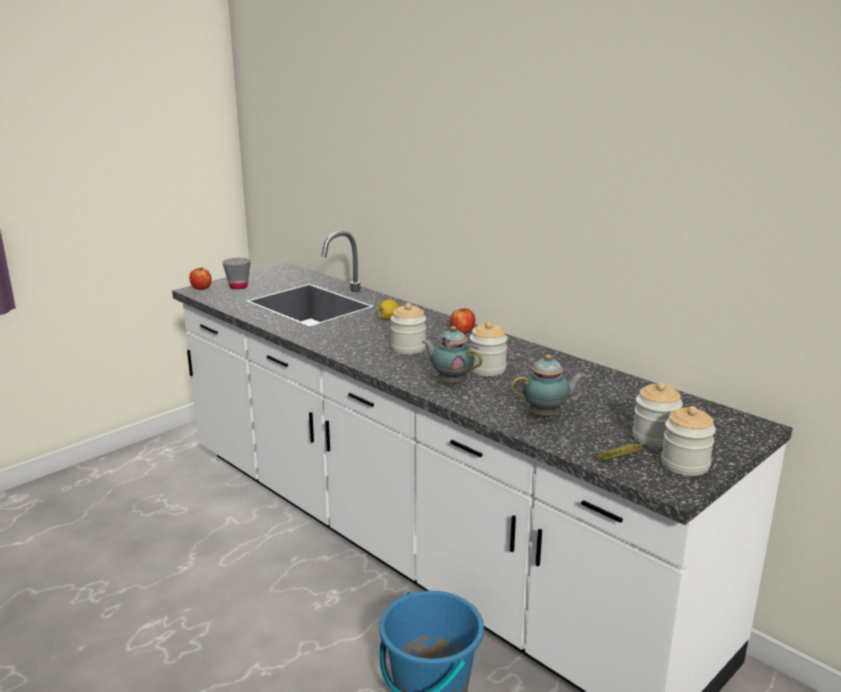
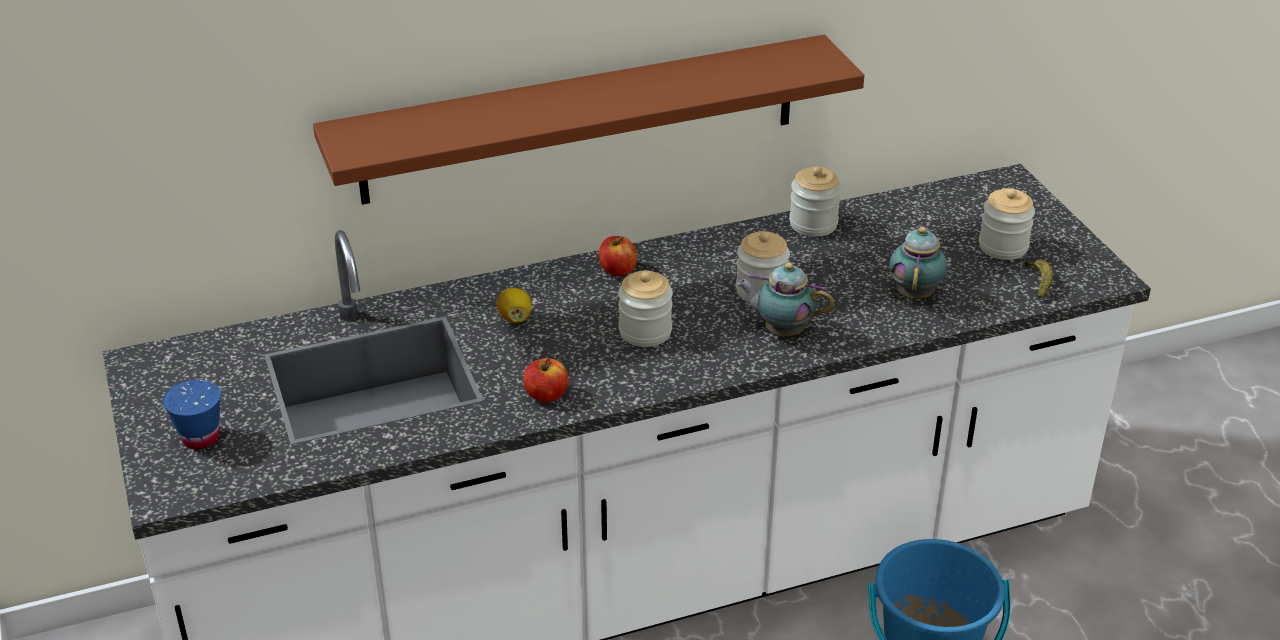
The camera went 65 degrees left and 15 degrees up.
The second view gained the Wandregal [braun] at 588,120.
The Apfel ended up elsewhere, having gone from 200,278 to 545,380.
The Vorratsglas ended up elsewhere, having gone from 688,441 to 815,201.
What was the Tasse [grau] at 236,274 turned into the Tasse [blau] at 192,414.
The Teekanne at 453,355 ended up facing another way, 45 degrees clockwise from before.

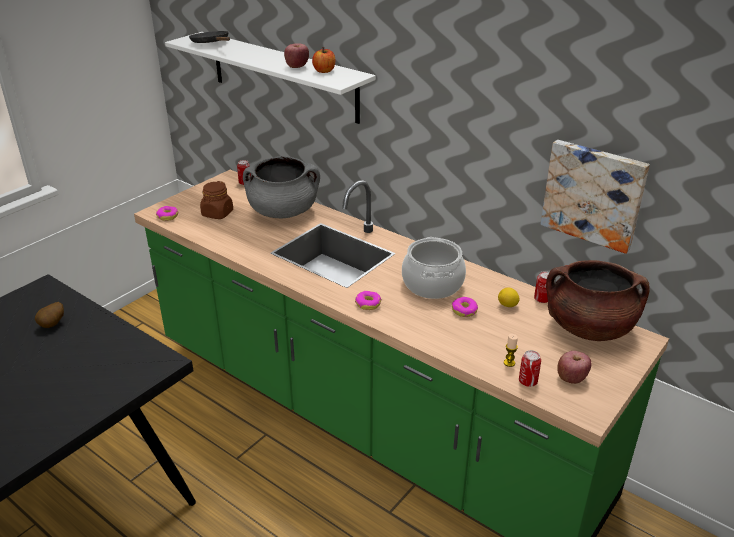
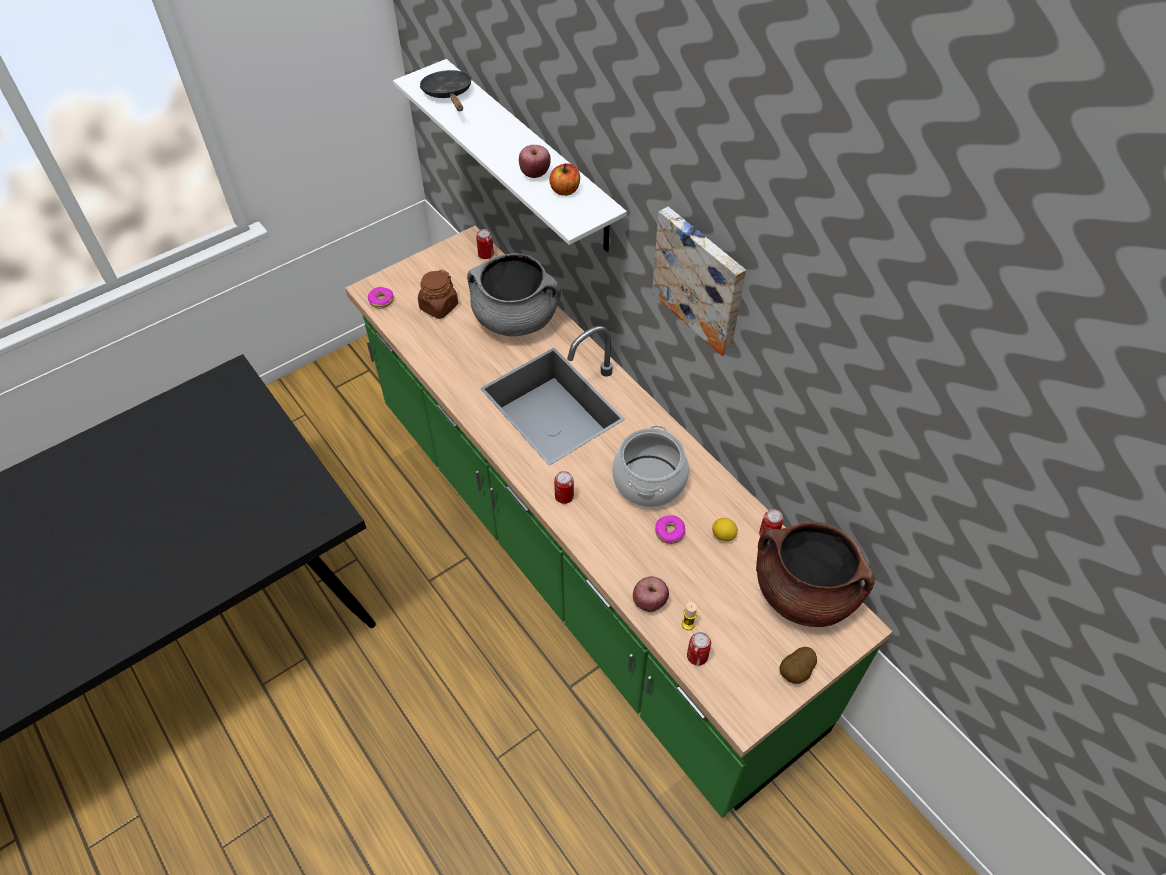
The camera went 15 degrees right and 20 degrees up.
The Kartoffel ended up elsewhere, having gone from 49,315 to 798,665.
The Bild ended up elsewhere, having gone from 595,197 to 699,281.
The Apfel ended up elsewhere, having gone from 574,367 to 651,594.
Where the Donut stood at 368,300, the Dose came to stand at 564,487.

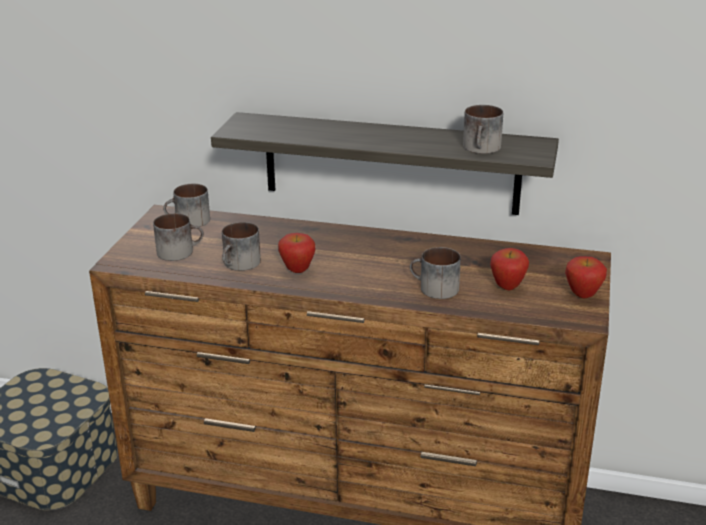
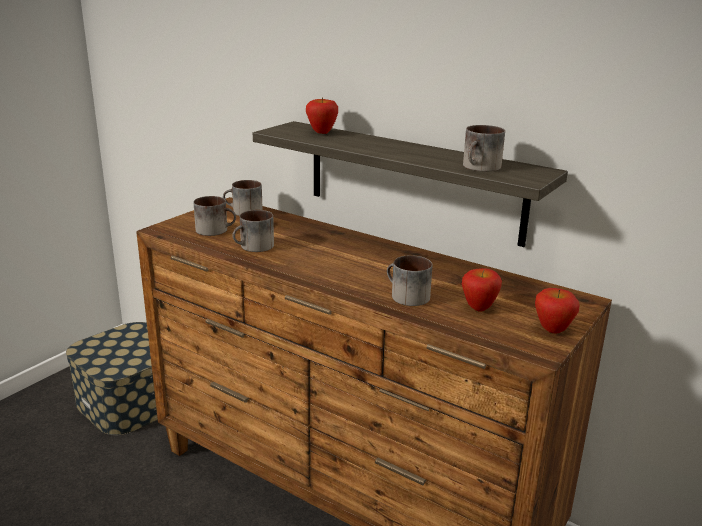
The camera went 20 degrees right and 5 degrees down.
The Apfel ended up elsewhere, having gone from 297,253 to 322,115.

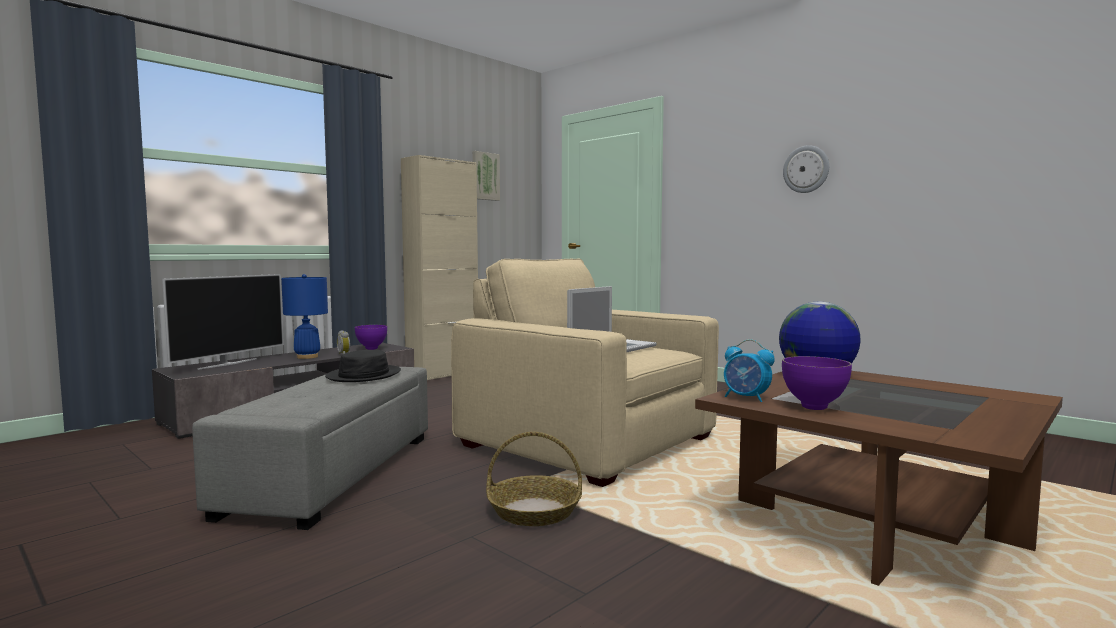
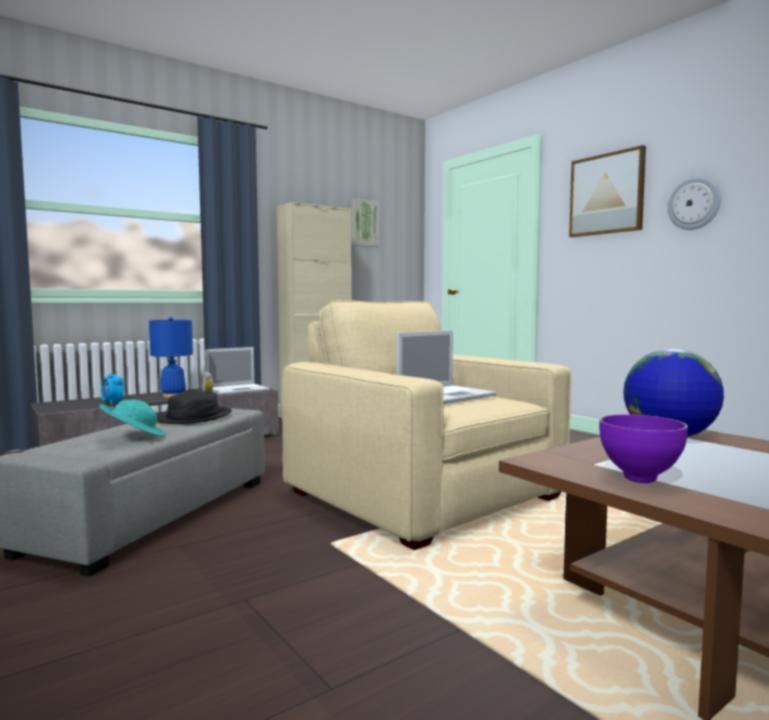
The camera went 10 degrees right and 0 degrees up.
The second view lost the Fernseher at 223,322.
The second view lost the Korb at 534,479.
The second view gained the Hut [türkis] at 132,417.
The second view gained the Bild at 607,191.
The Wecker ended up elsewhere, having gone from 749,370 to 112,387.
Where the Schüssel [lila] stood at 371,337, the Laptop came to stand at 237,371.

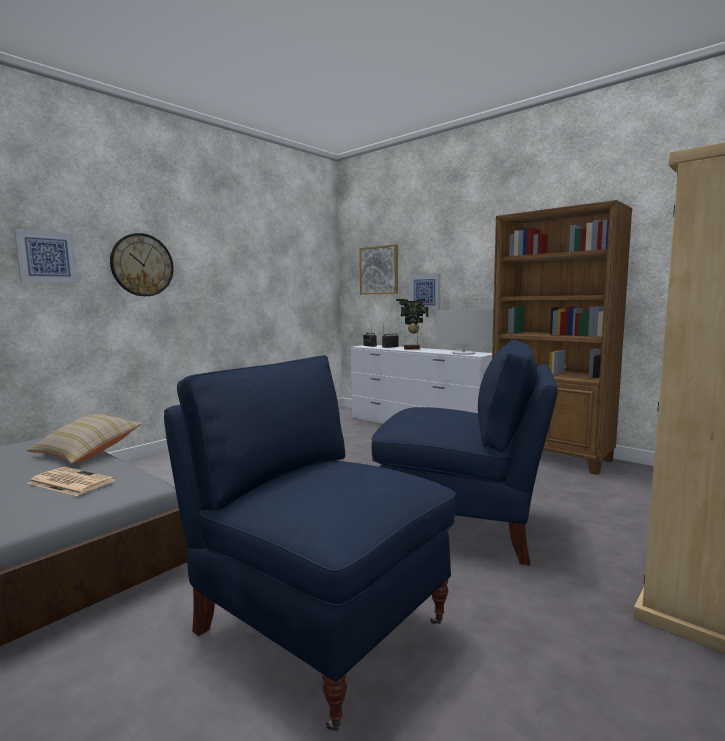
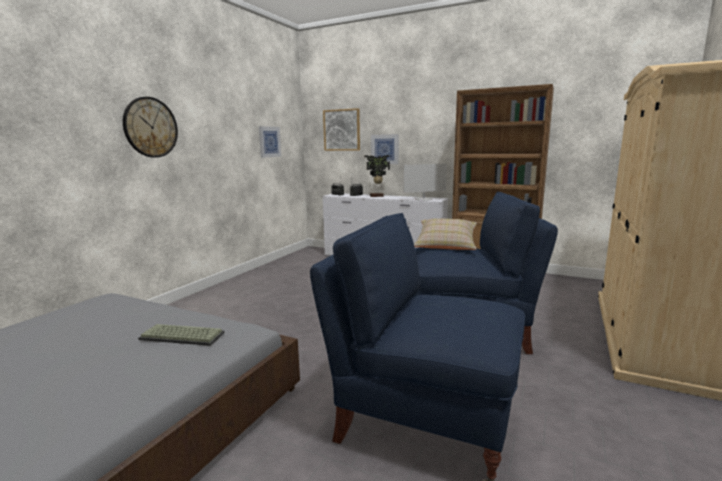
The camera went 15 degrees left and 5 degrees up.
The Bild ended up elsewhere, having gone from 46,256 to 270,142.
The Kissen [beige] ended up elsewhere, having gone from 84,439 to 445,234.
Where the Zeitung stood at 71,481, the Tastatur came to stand at 181,335.

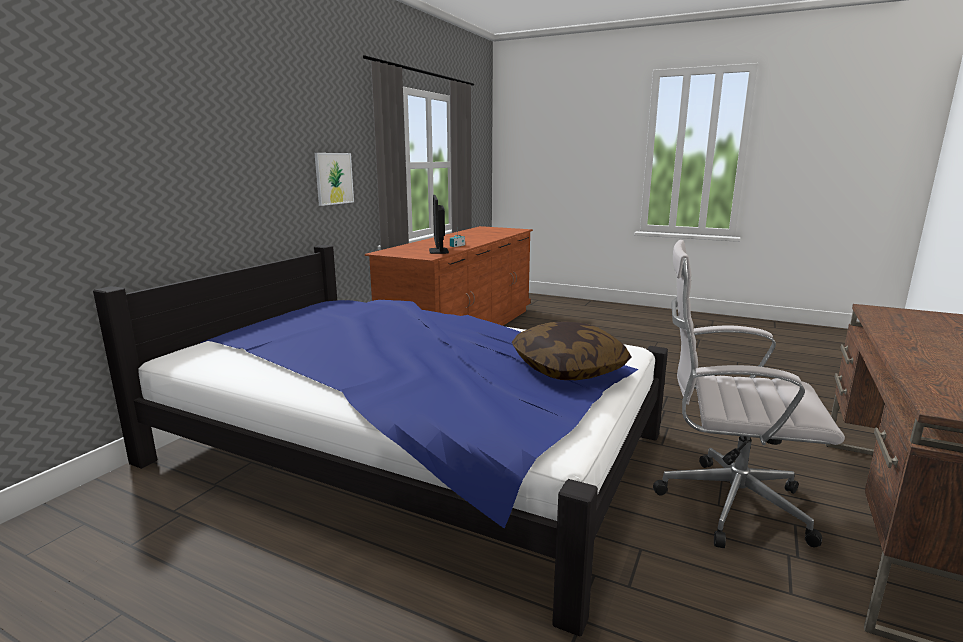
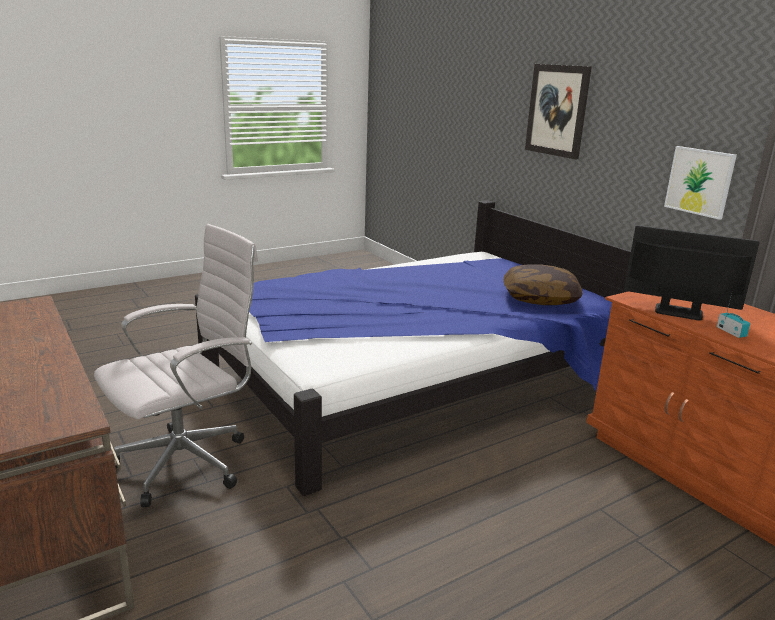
The camera went 120 degrees right and 5 degrees up.
The second view gained the Bild at 558,111.
The Kissen ended up elsewhere, having gone from 572,350 to 543,284.

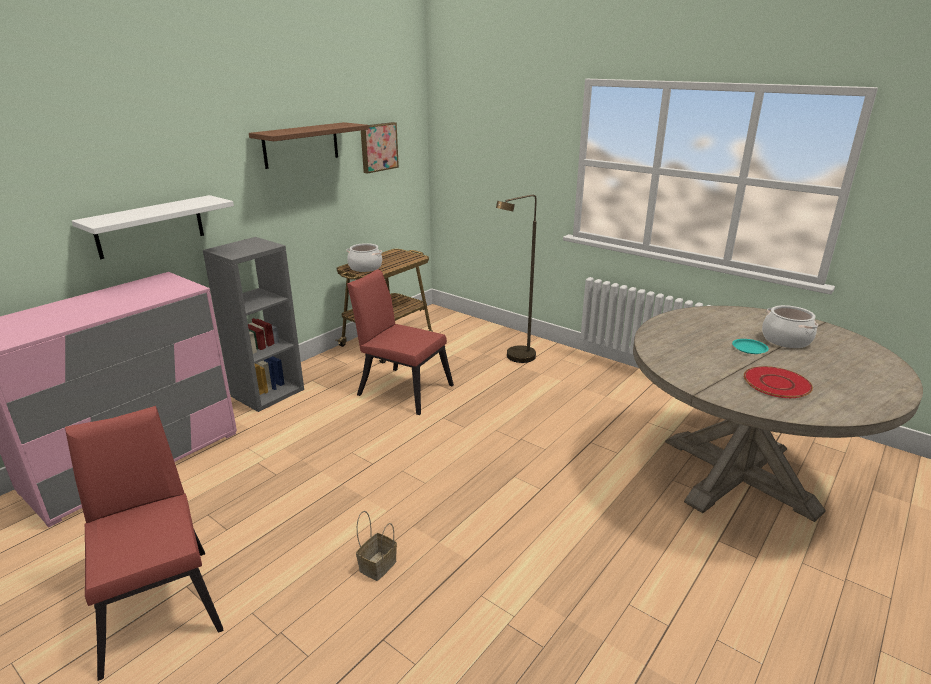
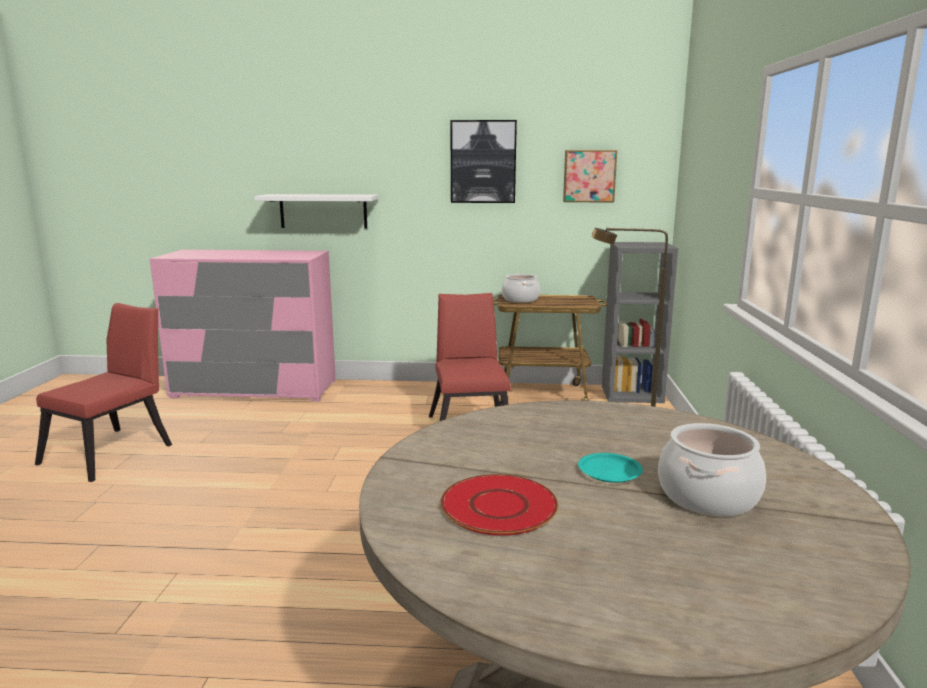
The camera went 55 degrees right and 10 degrees down.
The second view lost the Korb at 376,546.
The Bücherregal [grau] ended up elsewhere, having gone from 253,324 to 640,322.
Where the Wandregal [braun] hung at 309,145, the Bild came to hang at 483,161.

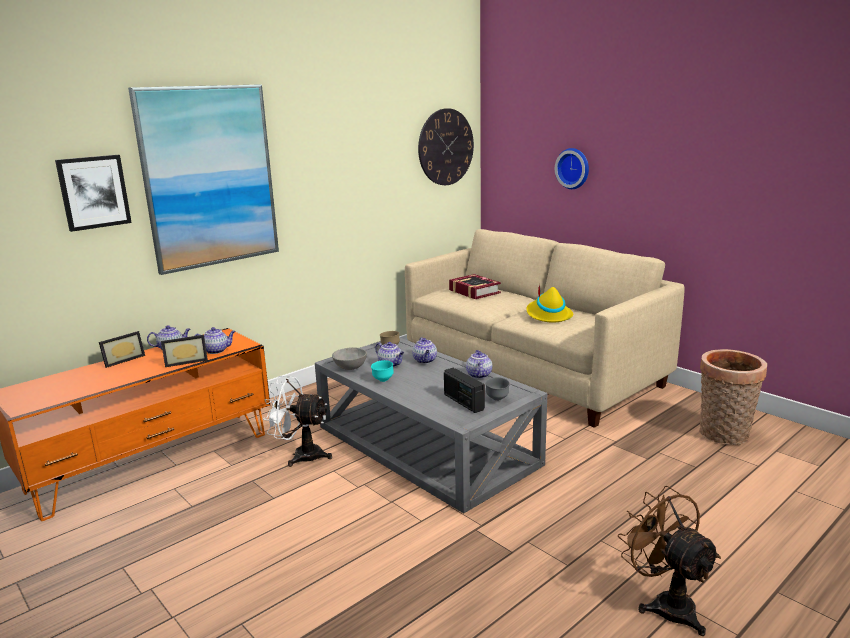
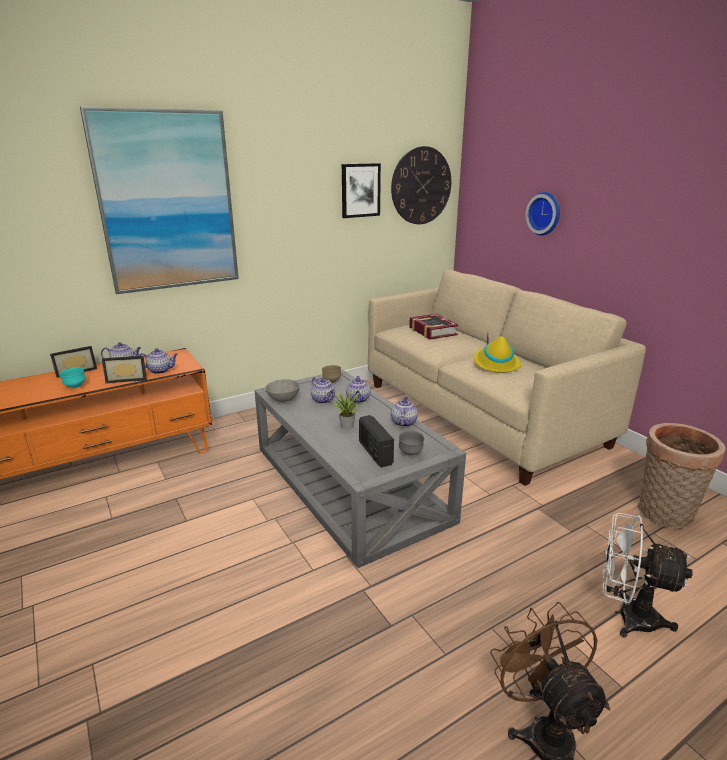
The camera went 10 degrees right and 5 degrees up.
The second view gained the Topfpflanze at 344,410.
The Bild ended up elsewhere, having gone from 93,193 to 361,190.
The Ventilator [weiß] ended up elsewhere, having gone from 297,421 to 647,575.
The Schüssel [türkis] ended up elsewhere, having gone from 382,371 to 72,377.

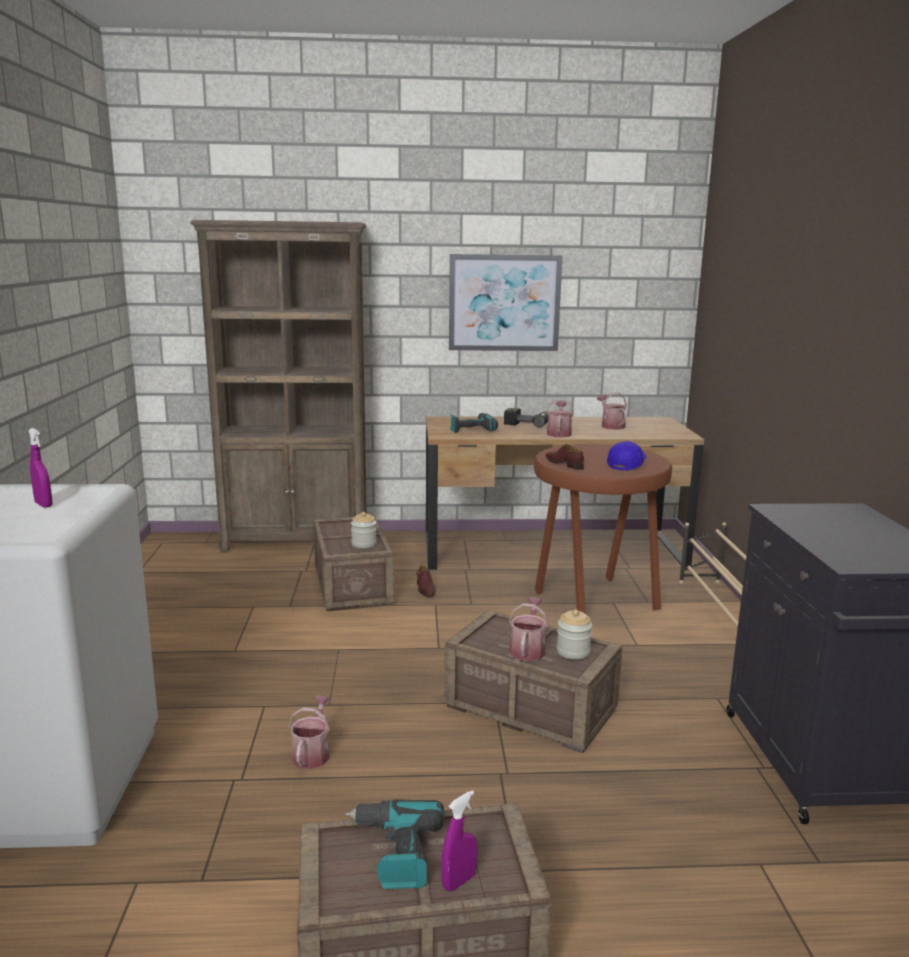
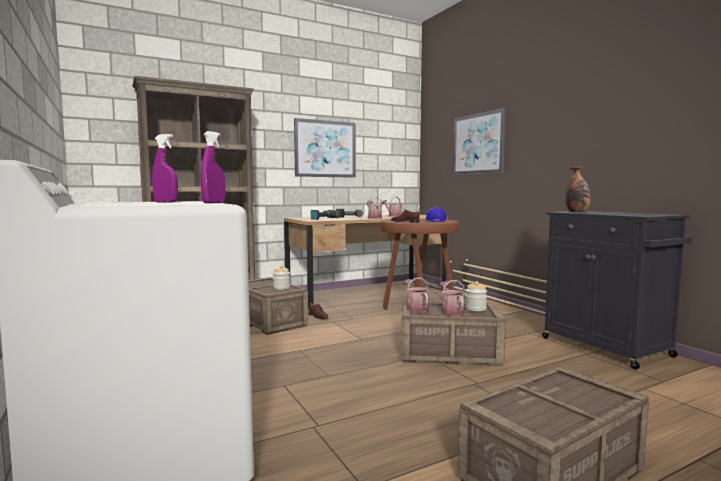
The camera went 25 degrees left and 10 degrees down.
The second view lost the Bohrmaschine at 395,844.
The second view gained the Bild at 479,141.
The second view gained the Flasche at 578,189.
The Gießkanne ended up elsewhere, having gone from 309,732 to 416,295.
The Sprühflasche [lila] ended up elsewhere, having gone from 459,840 to 213,167.

